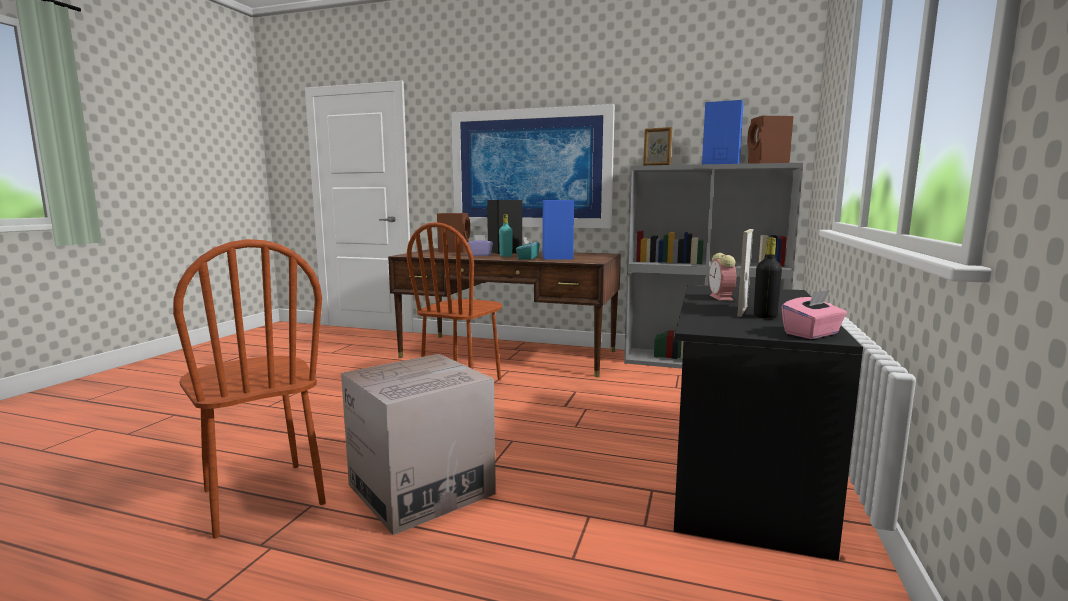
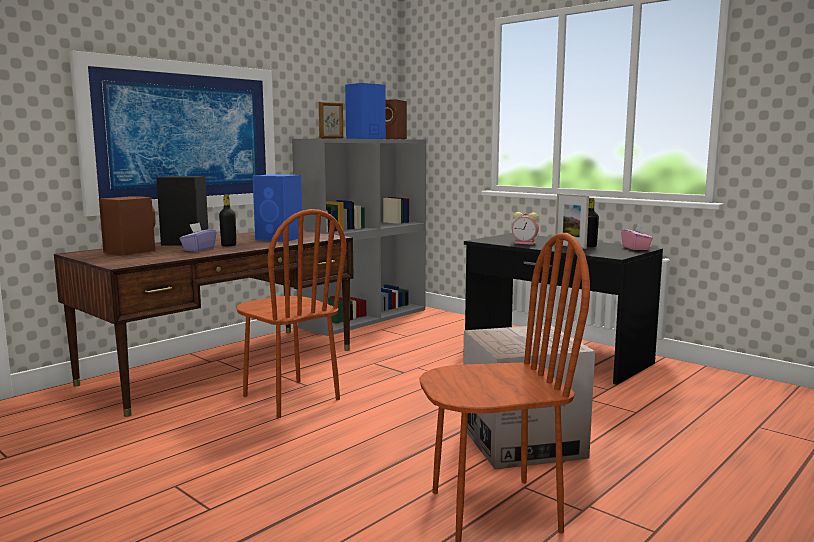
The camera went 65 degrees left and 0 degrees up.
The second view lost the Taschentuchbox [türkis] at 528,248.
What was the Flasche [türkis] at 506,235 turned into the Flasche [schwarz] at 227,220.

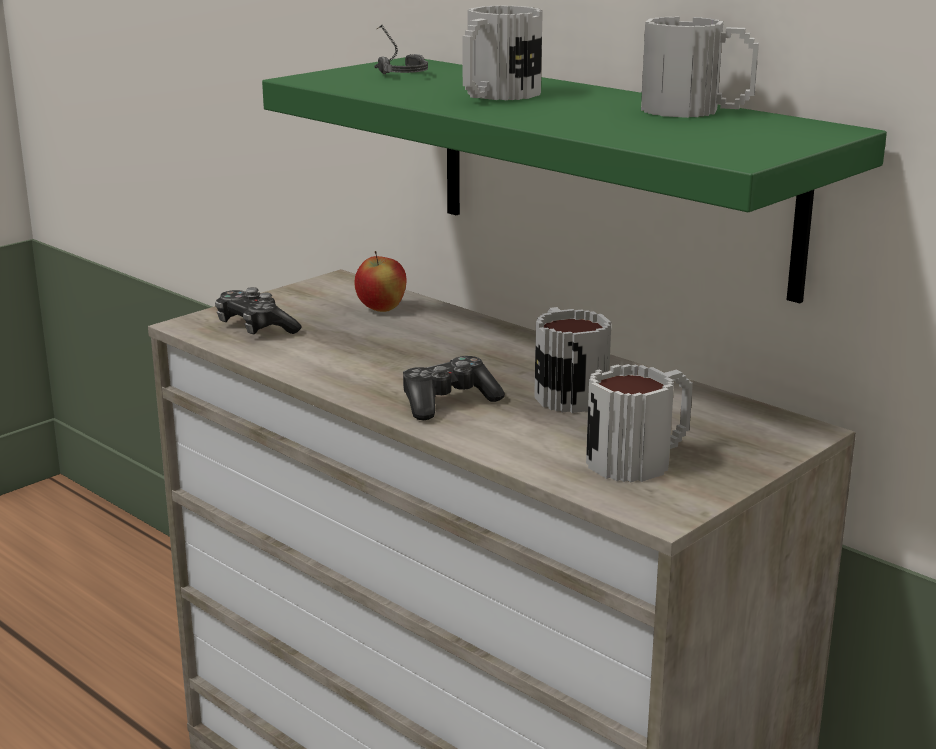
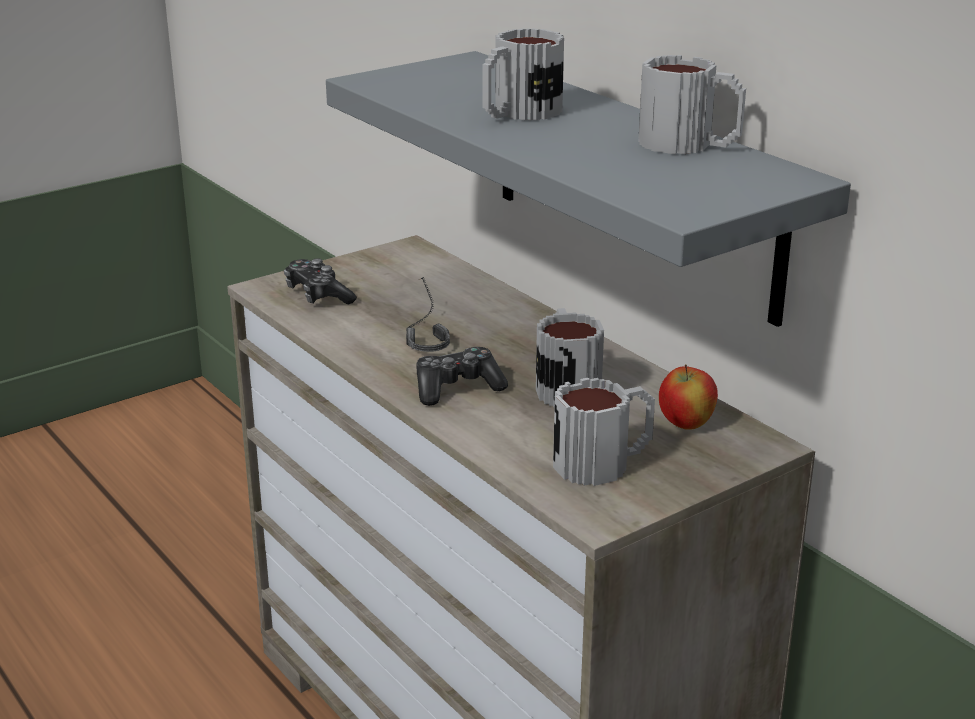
The camera went 10 degrees right and 5 degrees up.
The Apfel ended up elsewhere, having gone from 380,281 to 688,397.
The Kopfhörer ended up elsewhere, having gone from 401,49 to 428,314.
What was the Wandregal [grün] at 574,180 turned into the Wandregal [grau] at 588,189.

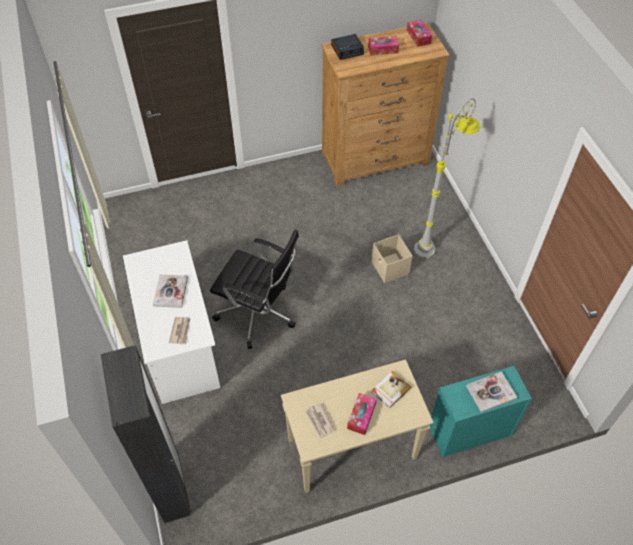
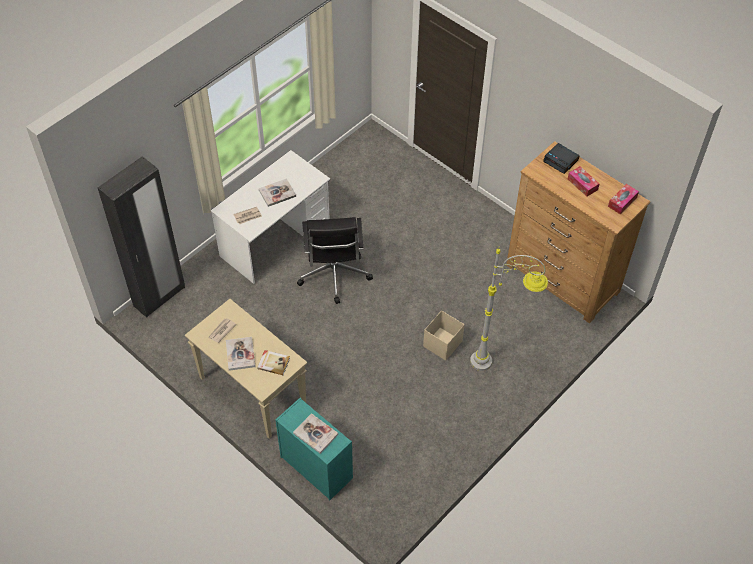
The camera went 60 degrees right and 0 degrees up.
Where the Taschentuchbox stood at 362,414, the Buch came to stand at 240,354.

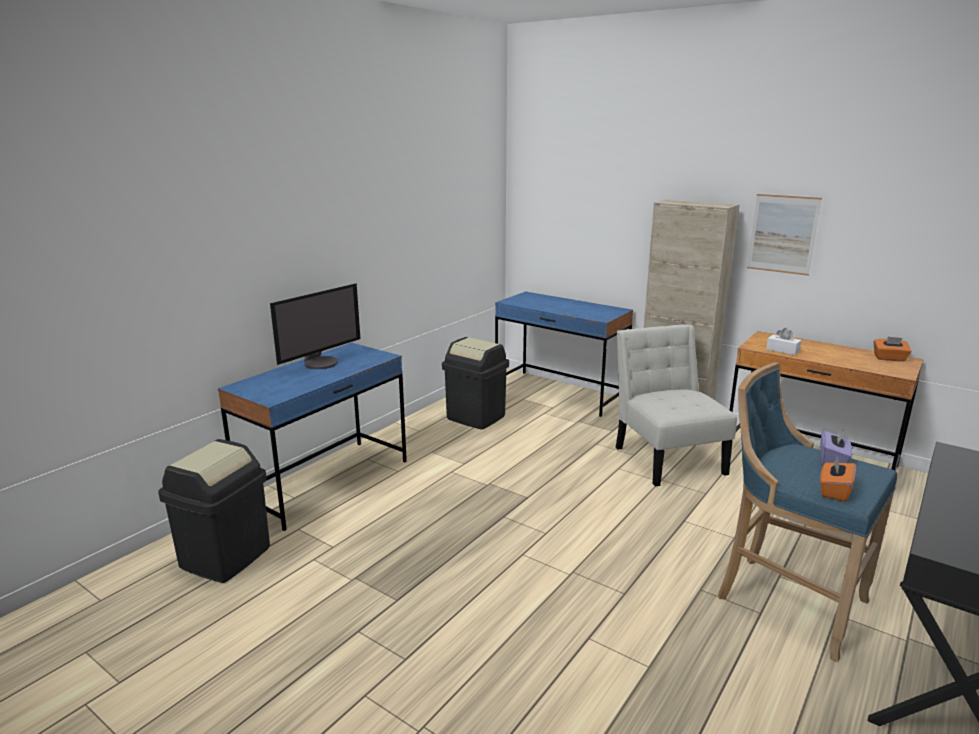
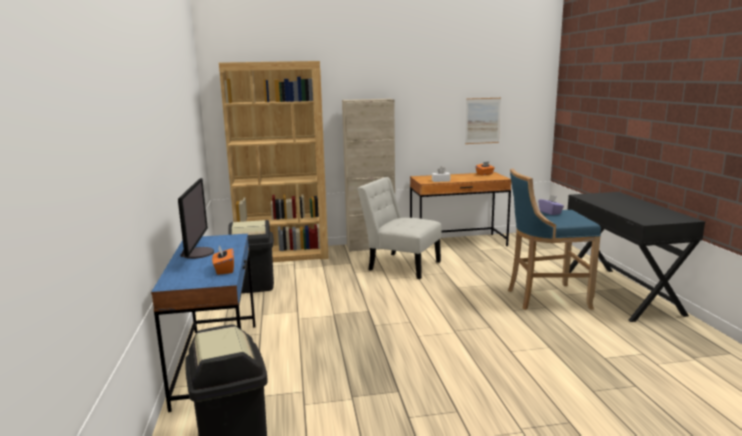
The camera went 45 degrees left and 5 degrees down.
The Bild ended up elsewhere, having gone from 784,235 to 483,121.
The Taschentuchbox [orange] ended up elsewhere, having gone from 838,478 to 223,260.
Where the Schreibtisch [blau] stood at 564,354, the Bücherregal [braun] came to stand at 274,161.

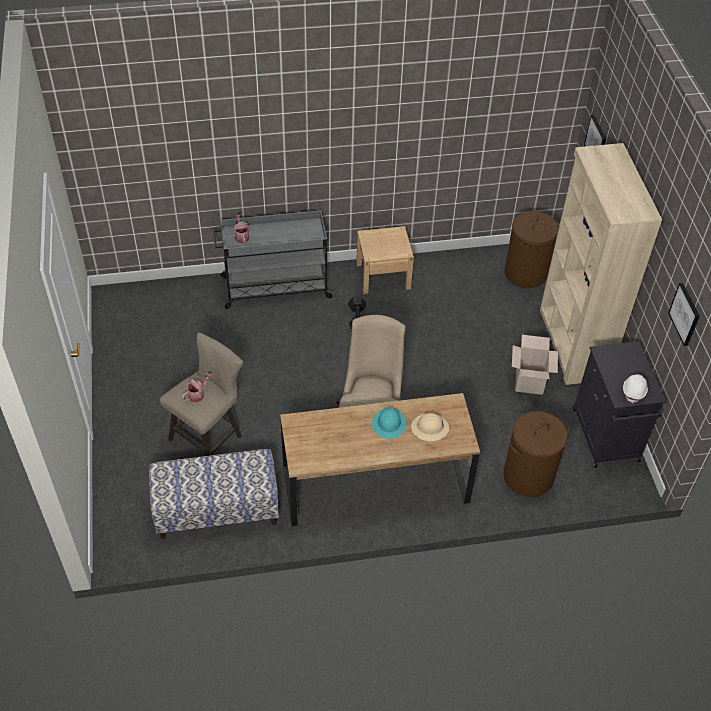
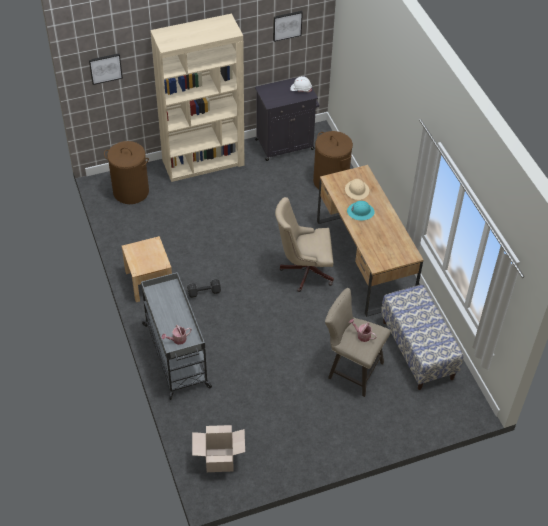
The camera went 100 degrees left and 0 degrees up.
The Karton ended up elsewhere, having gone from 535,365 to 218,448.

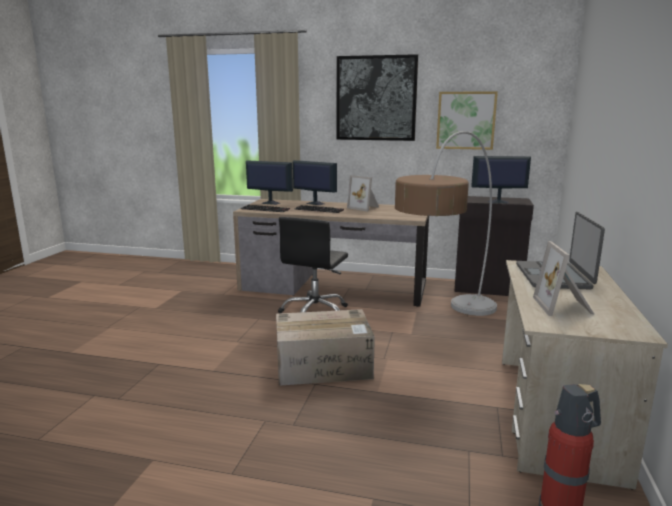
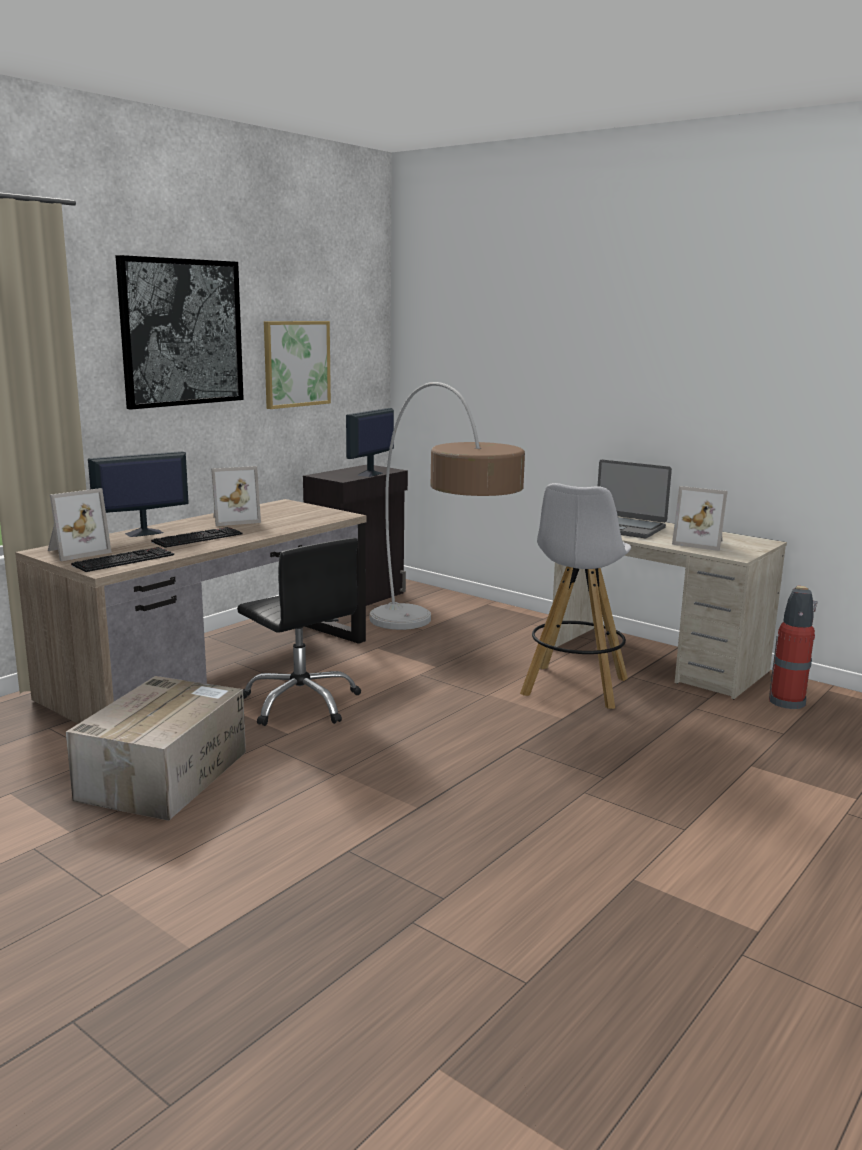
The camera went 65 degrees left and 0 degrees up.
The second view gained the Hocker [weiß] at 575,596.
The Karton ended up elsewhere, having gone from 325,347 to 156,748.
Where the Monitor stood at 269,183, the Bilderrahmen came to stand at 80,524.

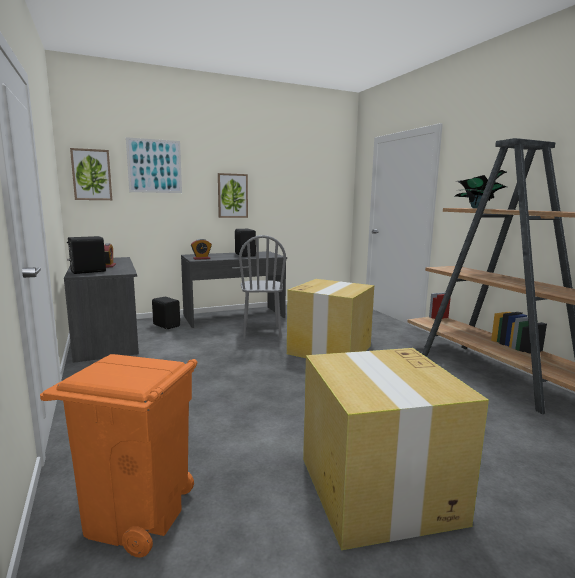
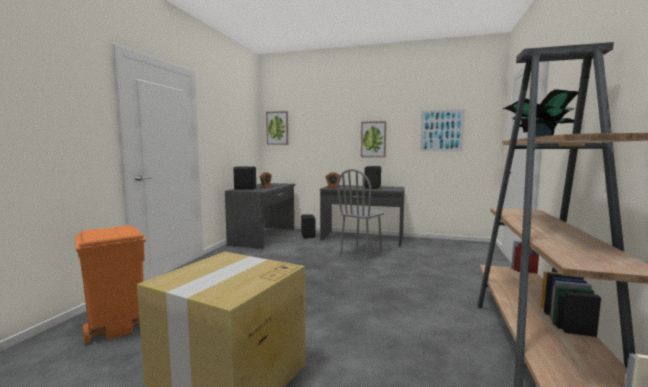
The camera went 40 degrees right and 5 degrees down.
The second view lost the Karton at 330,318.
The Bild ended up elsewhere, having gone from 154,165 to 442,130.

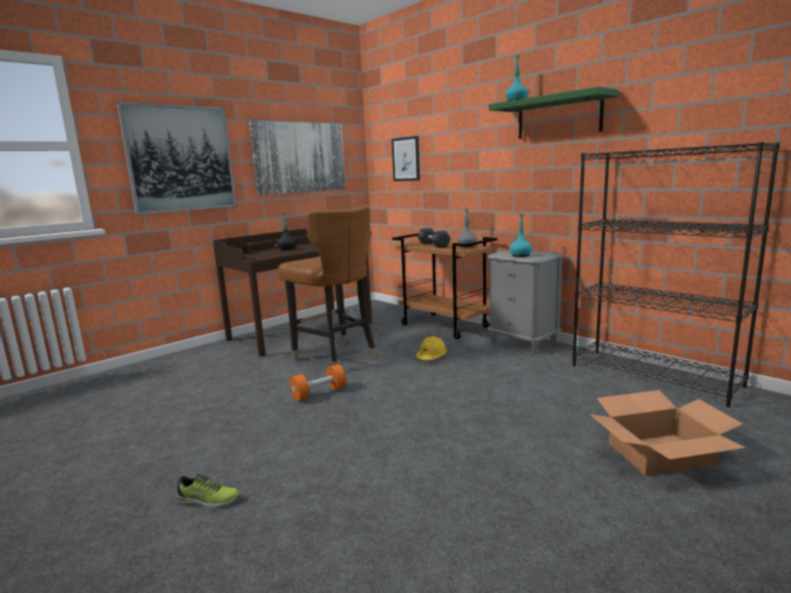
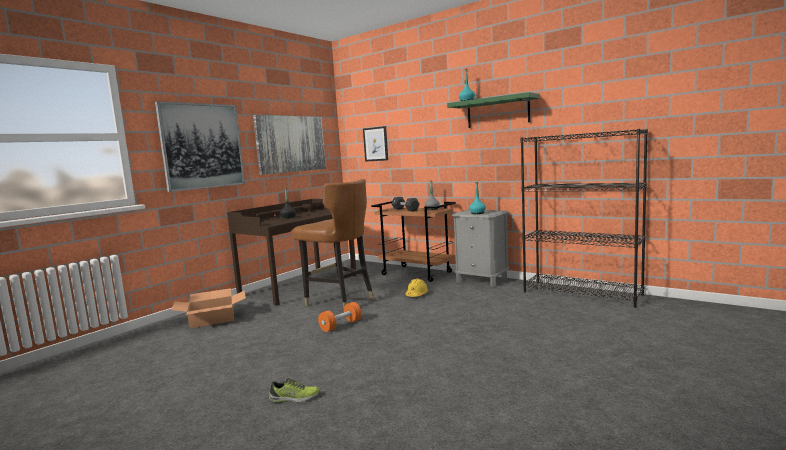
The camera went 10 degrees left and 5 degrees down.
The Karton ended up elsewhere, having gone from 667,433 to 208,308.

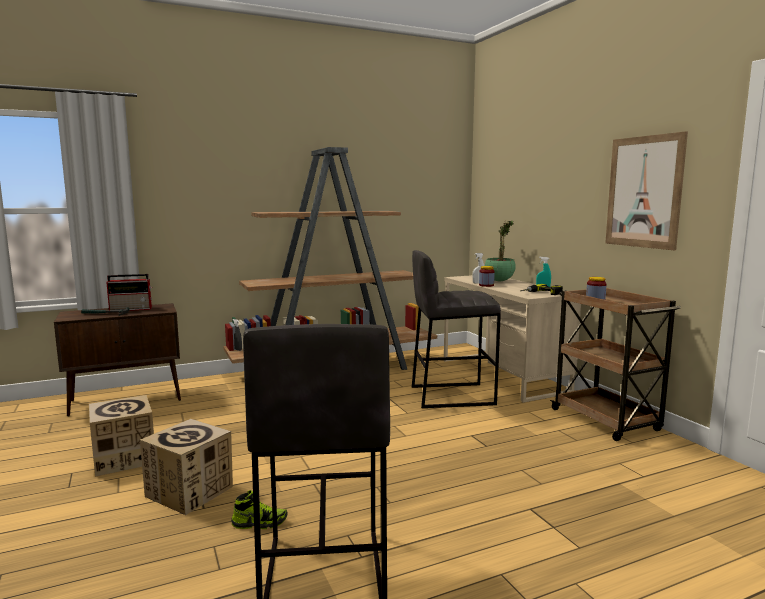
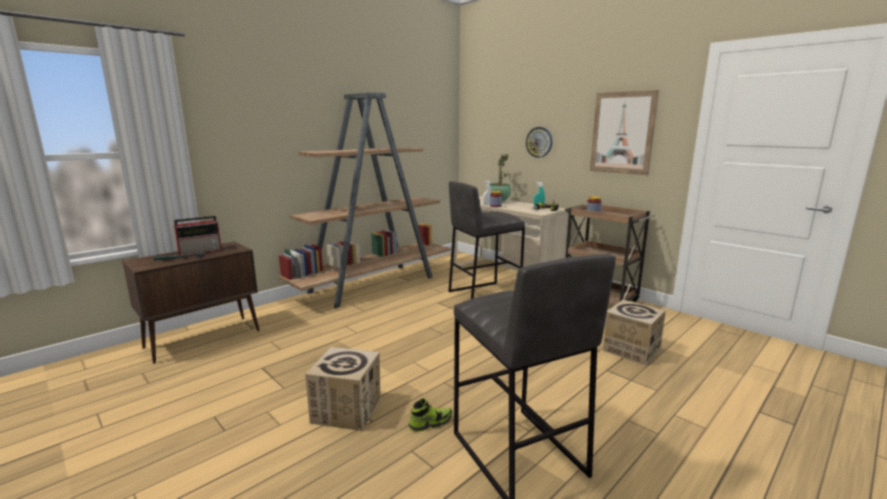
The camera went 20 degrees left and 5 degrees up.
The second view gained the Wanduhr at 539,142.
The Karton ended up elsewhere, having gone from 121,436 to 634,332.

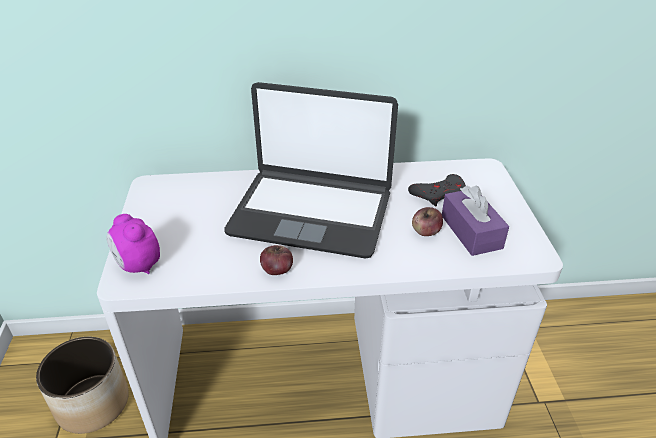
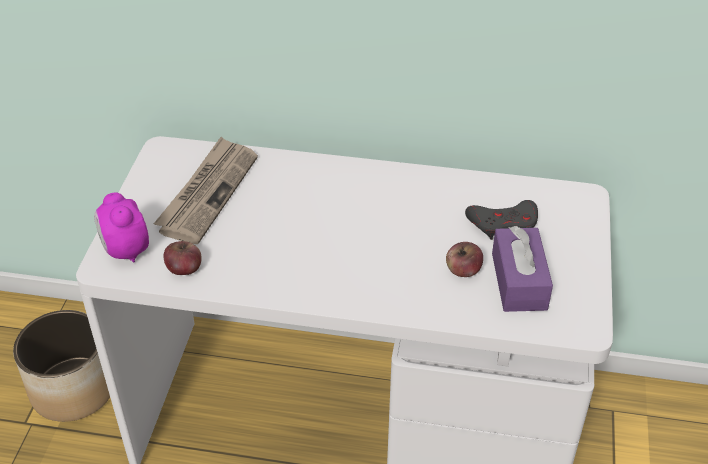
The camera went 15 degrees right and 5 degrees up.
The second view lost the Laptop at 311,170.
The second view gained the Zeitung at 206,190.
The Apfel ended up elsewhere, having gone from 276,260 to 182,258.

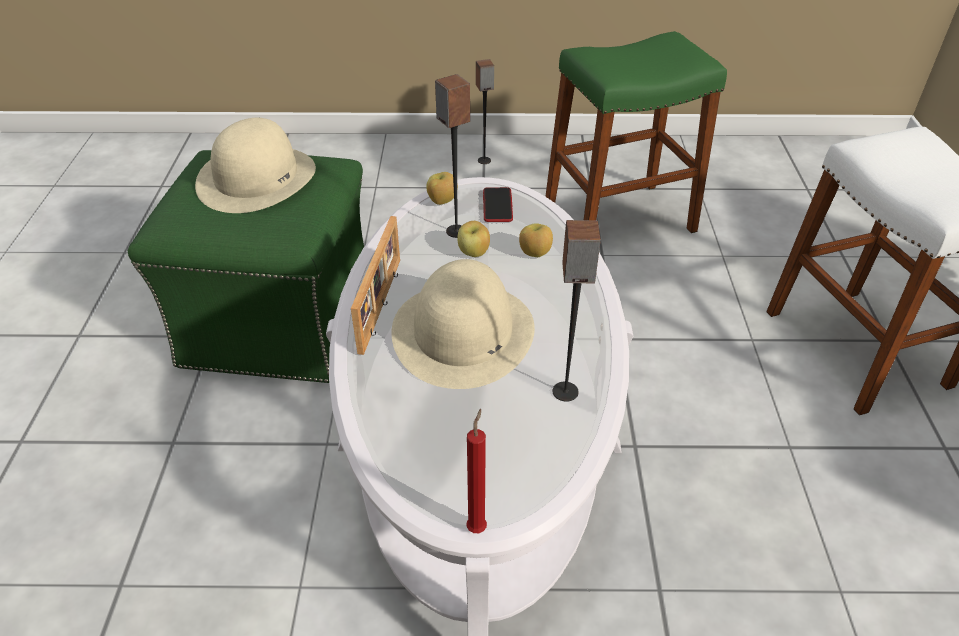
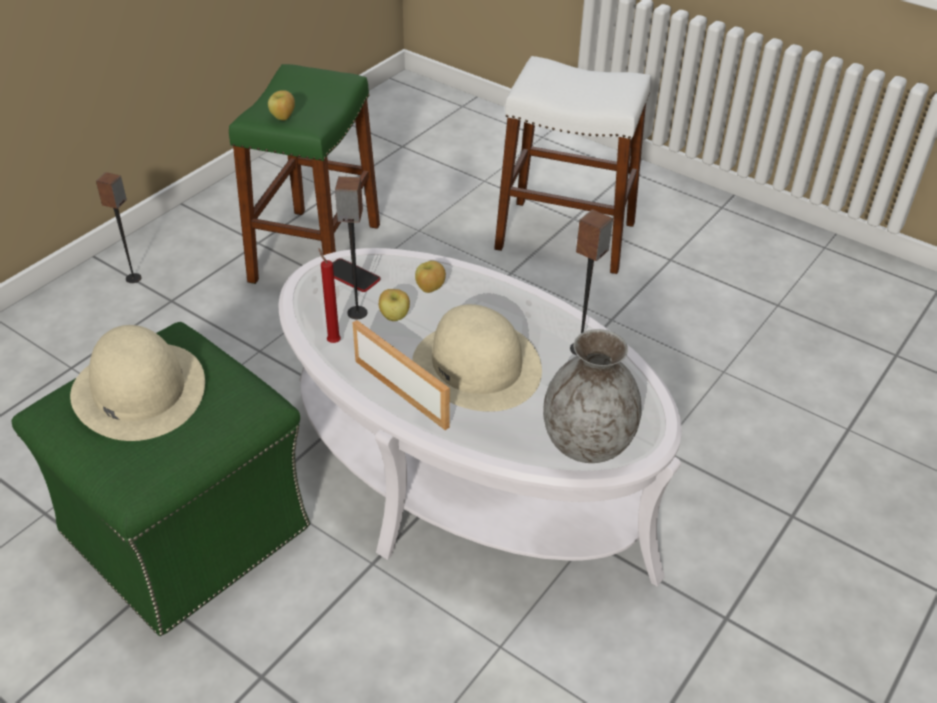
The camera went 55 degrees left and 0 degrees up.
The second view gained the Vase [grau] at 592,396.
The Apfel ended up elsewhere, having gone from 442,188 to 281,105.
The Kerze [rot] ended up elsewhere, having gone from 476,471 to 329,295.

